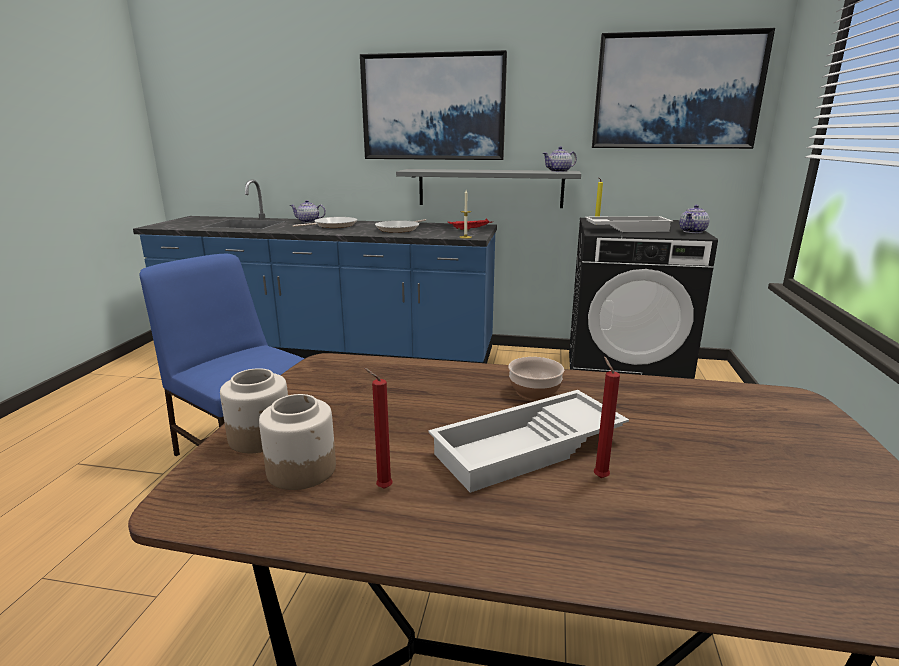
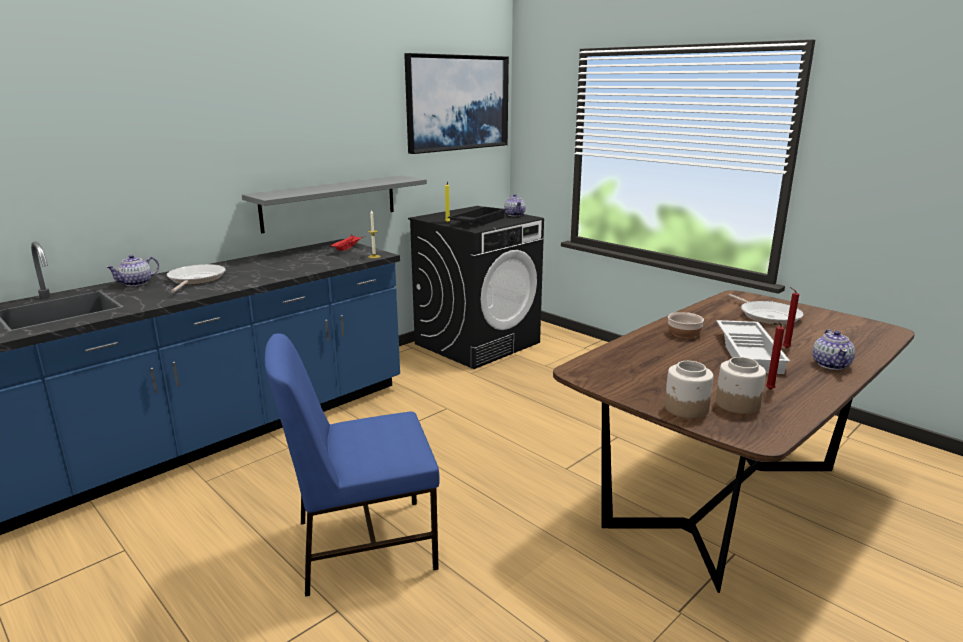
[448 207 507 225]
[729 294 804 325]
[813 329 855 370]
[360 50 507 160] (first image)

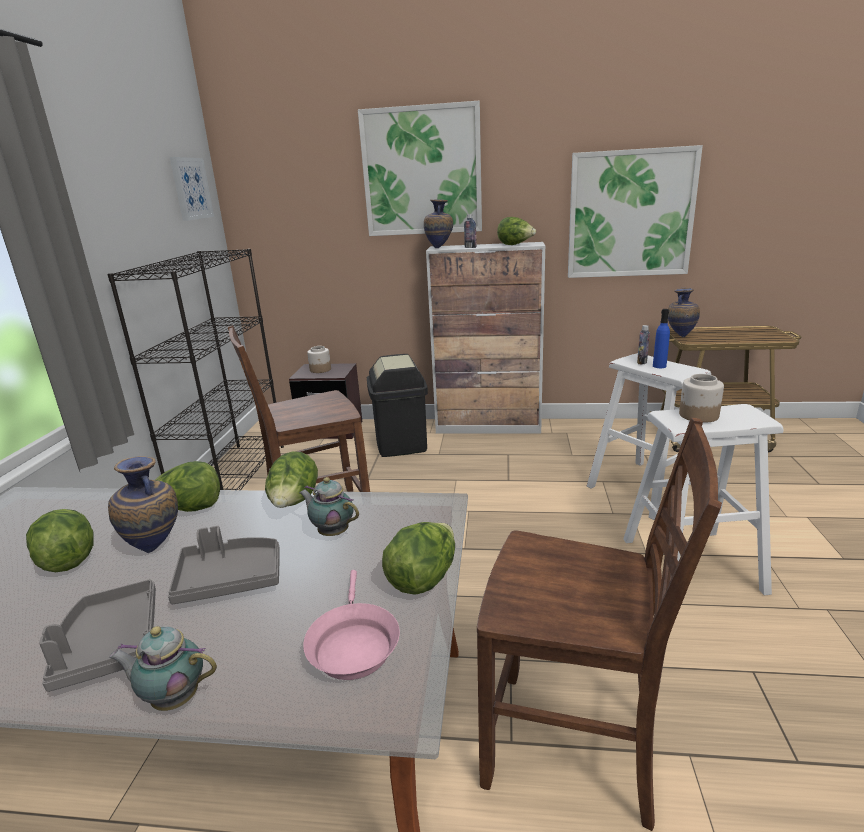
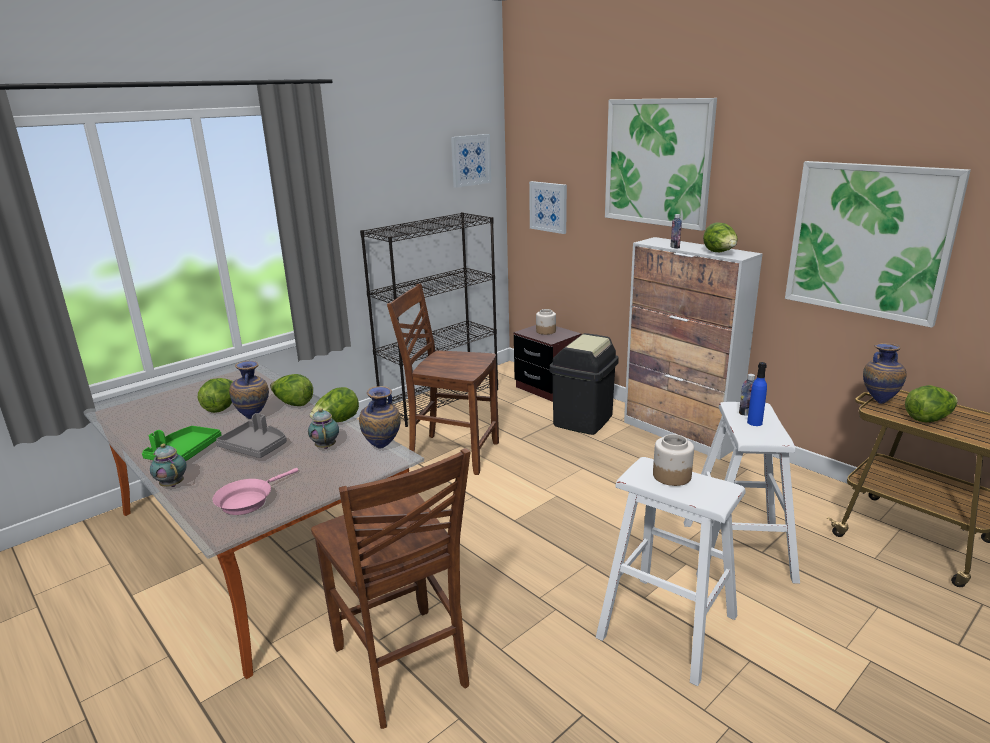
[142 426 222 461]
[359 386 401 449]
[529 181 567 234]
[905 385 958 423]

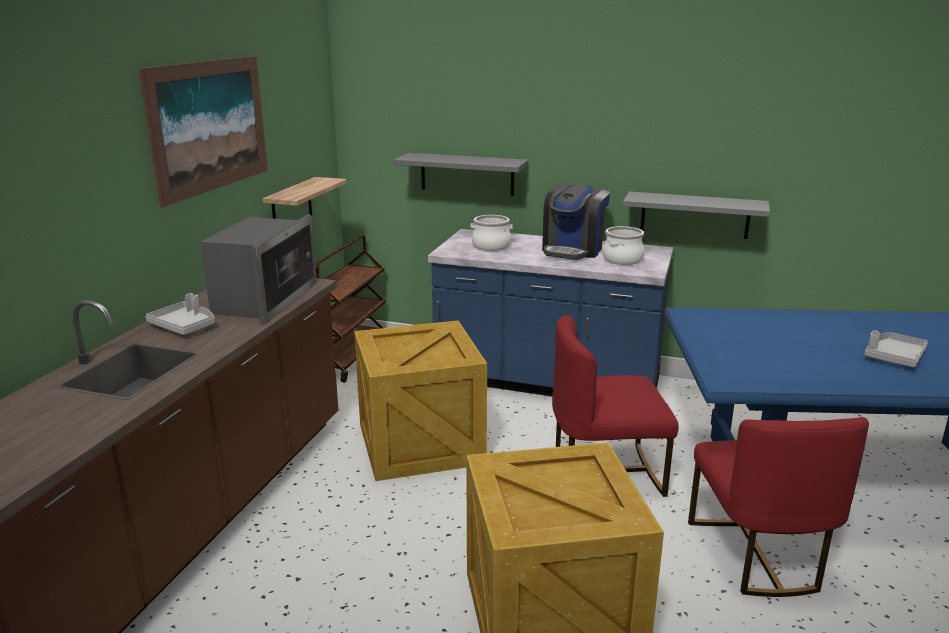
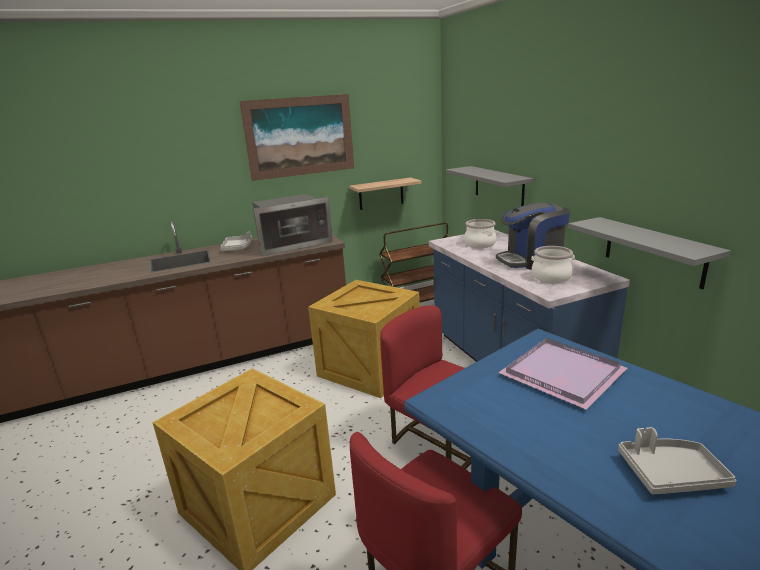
[498 338 627 410]

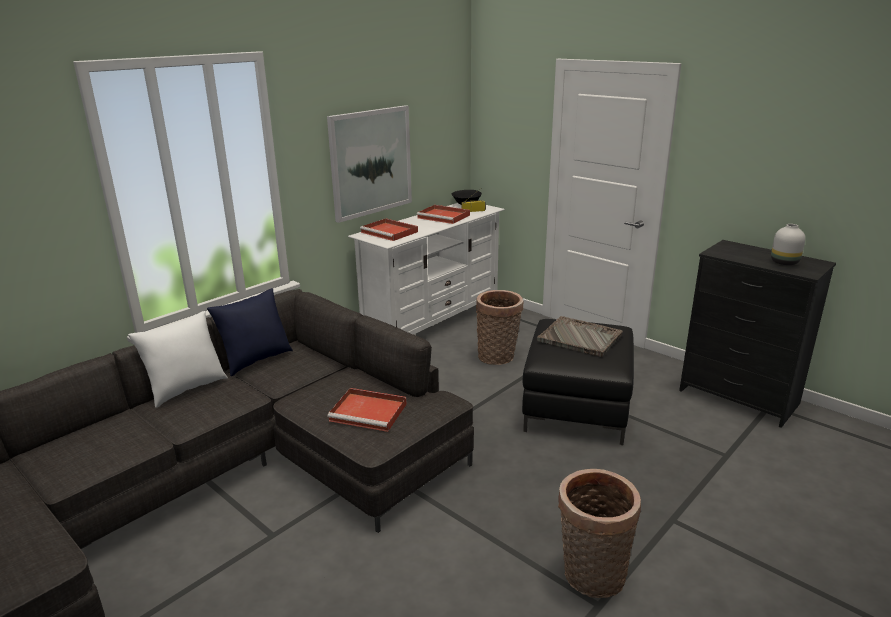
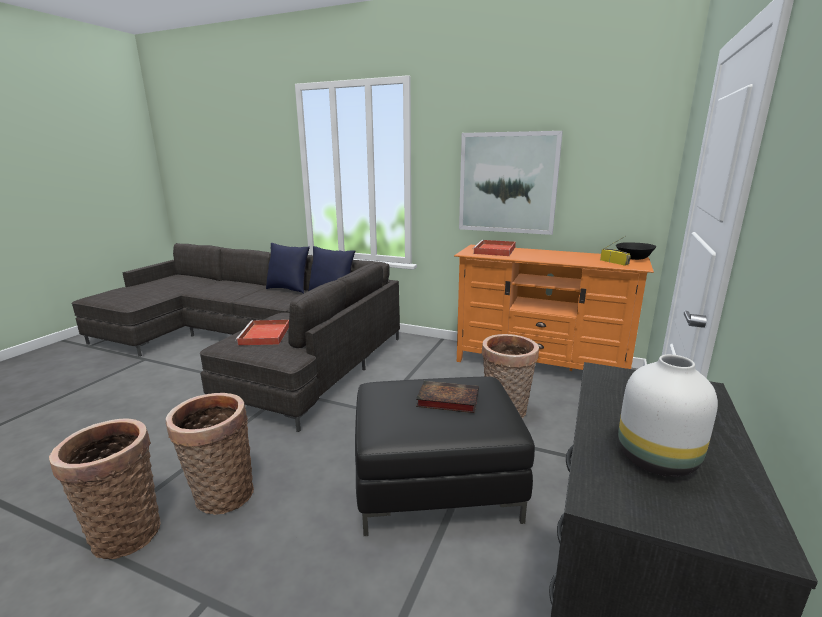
[166 393 254 515]
[266 243 310 294]
[416 381 479 413]
[454 245 654 371]
[417 205 470 224] (first image)

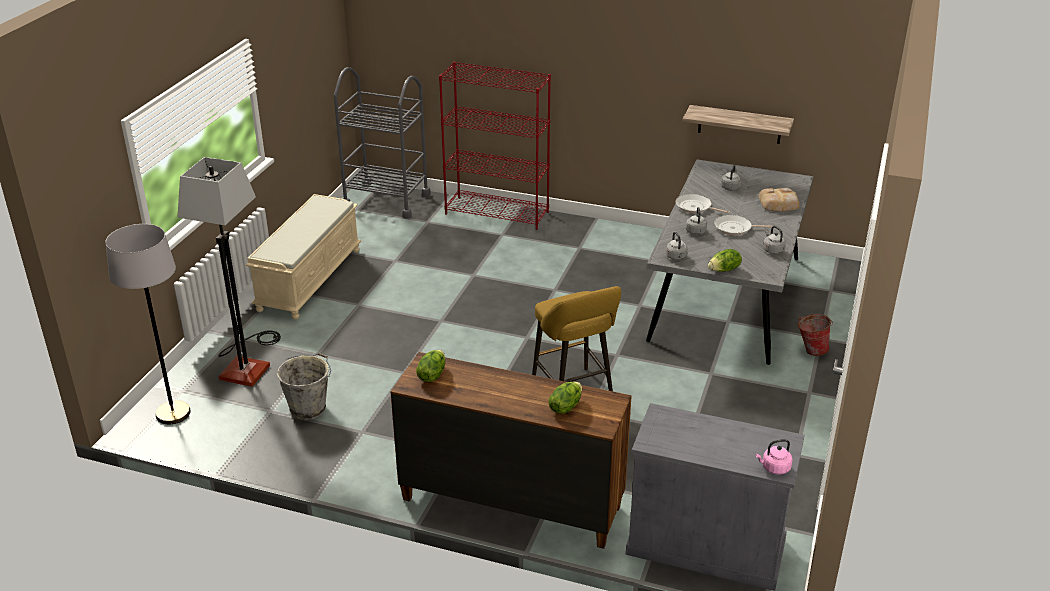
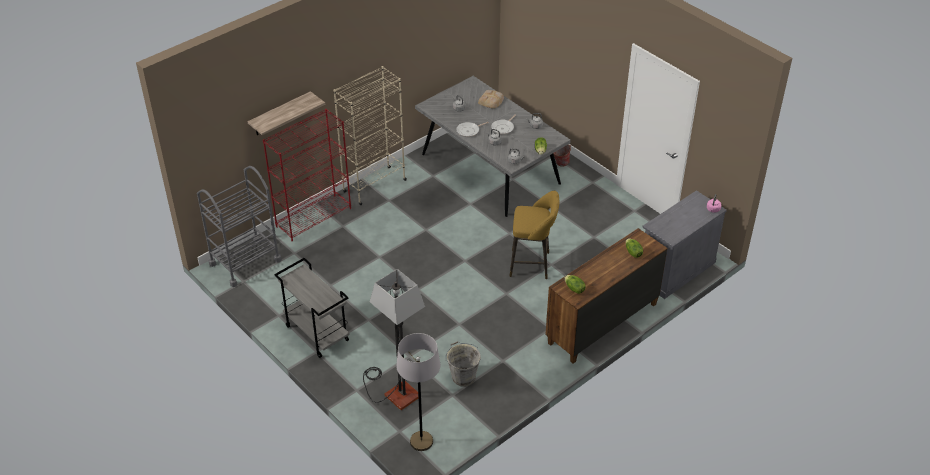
[248 91 325 135]
[274 258 350 358]
[334 66 407 205]

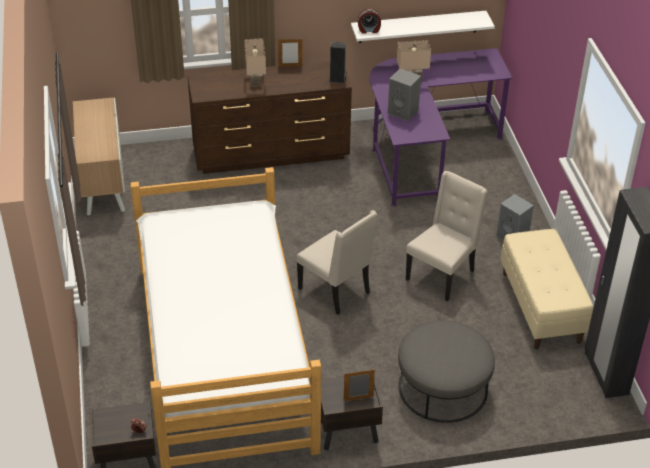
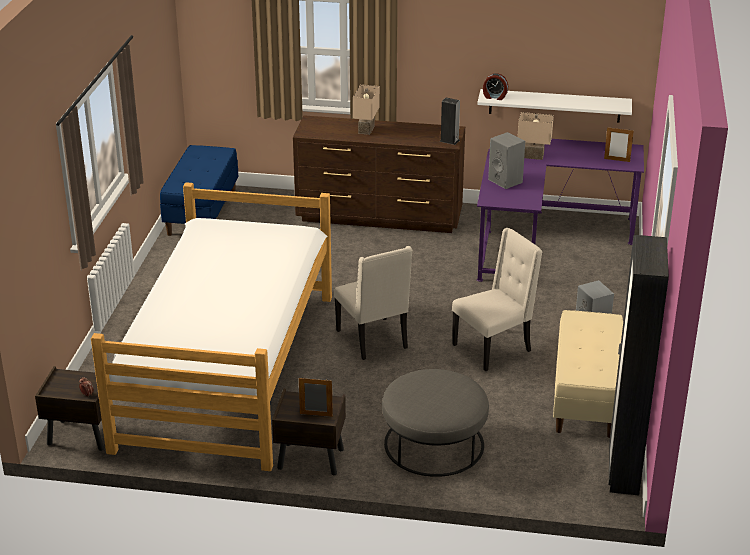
[160 145 238 236]
[604 127 633 162]

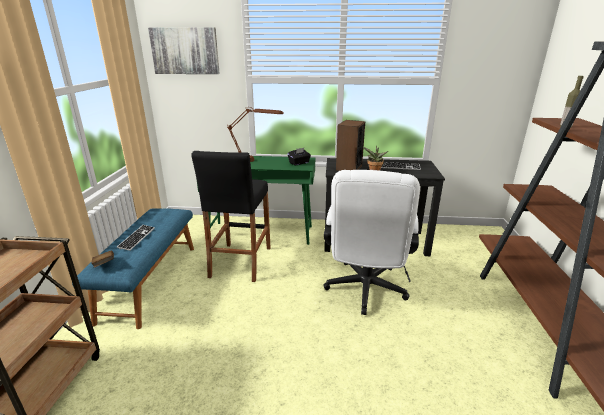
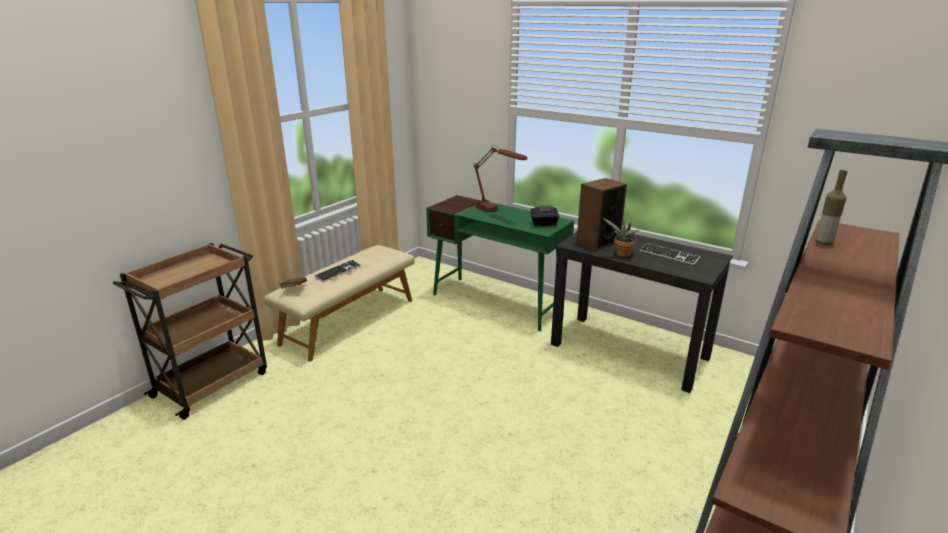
[264 245 415 361]
[148 27 220 74] (first image)
[191 151 271 282] (first image)
[324 170 420 315] (first image)

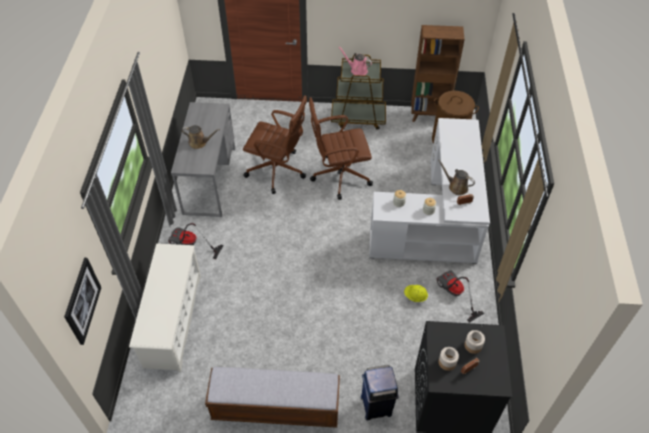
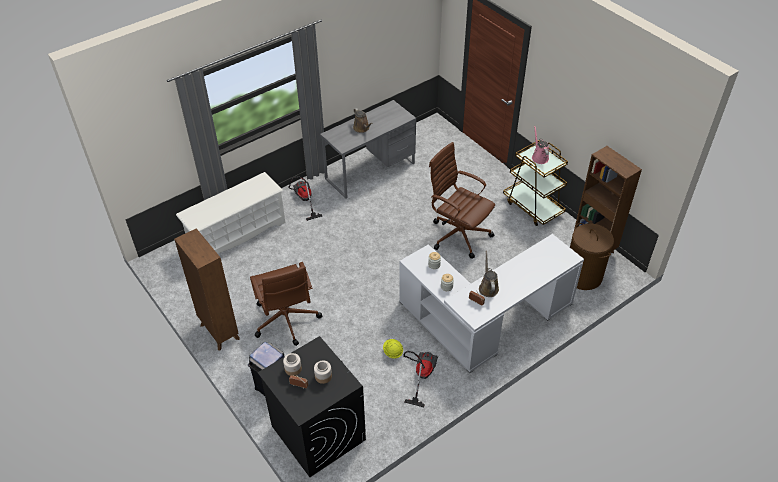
[174 228 240 350]
[250 262 323 346]
[64 258 102 345] (first image)

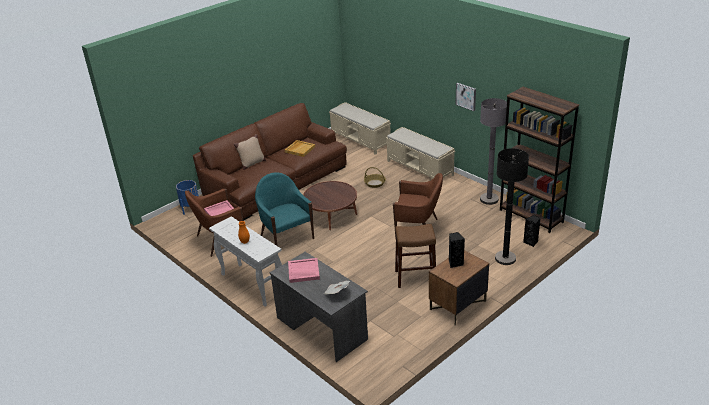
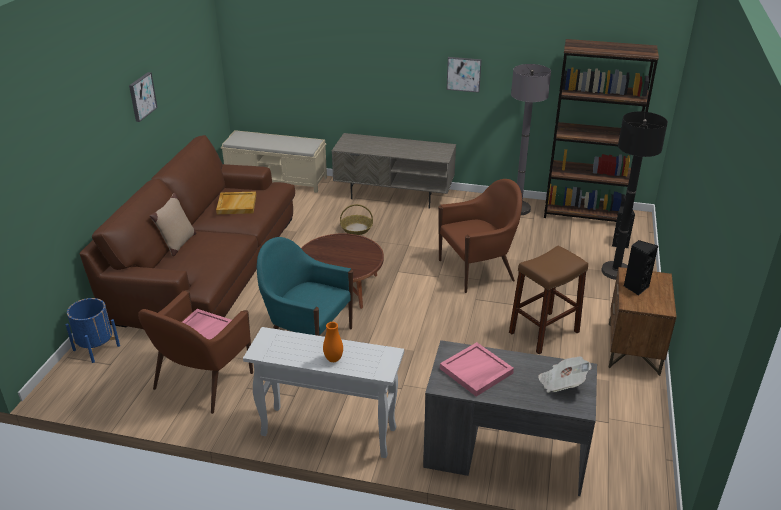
[129 72 158 122]
[332 133 456 208]

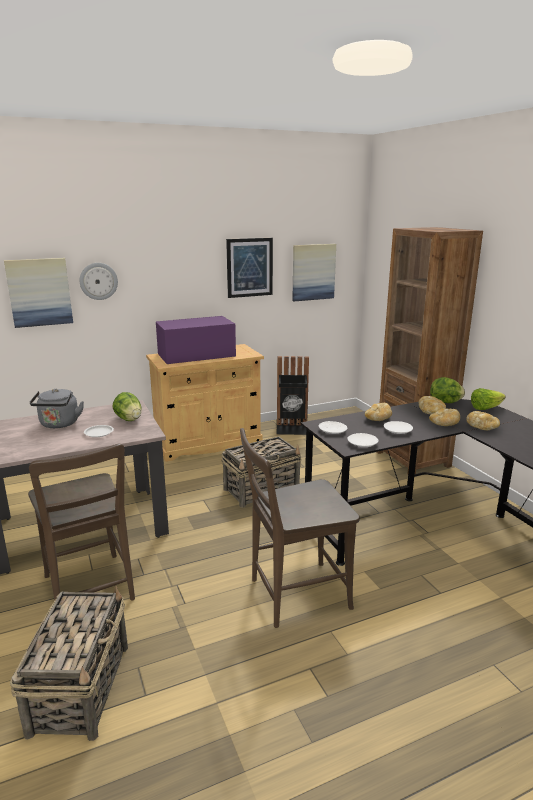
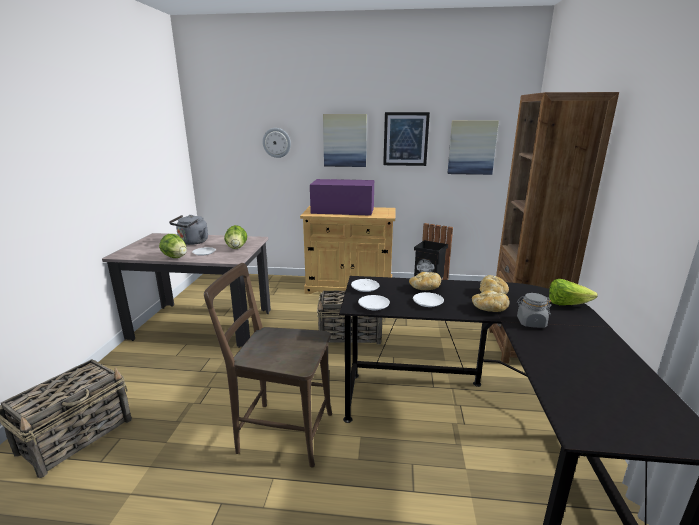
[159 234 187 258]
[323 114 367 167]
[517 293 552 328]
[28 444 135 601] (first image)

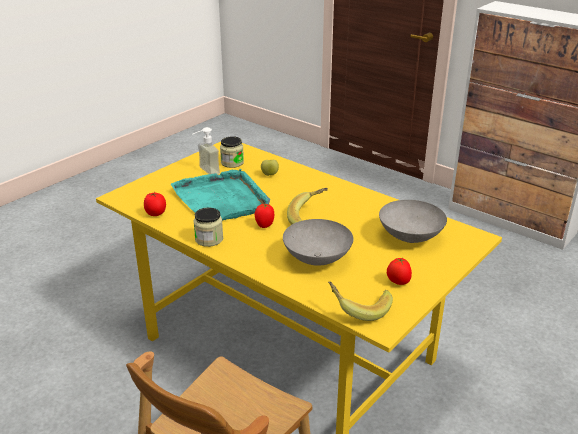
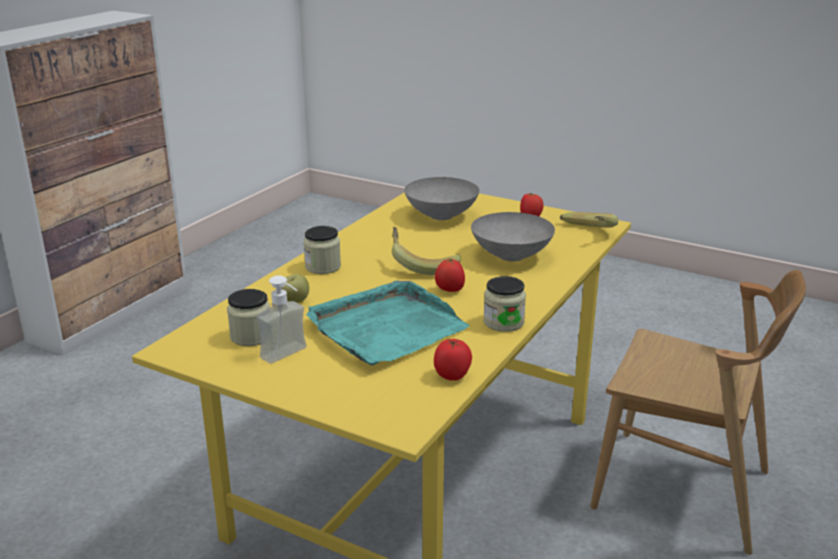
[304 226 341 274]

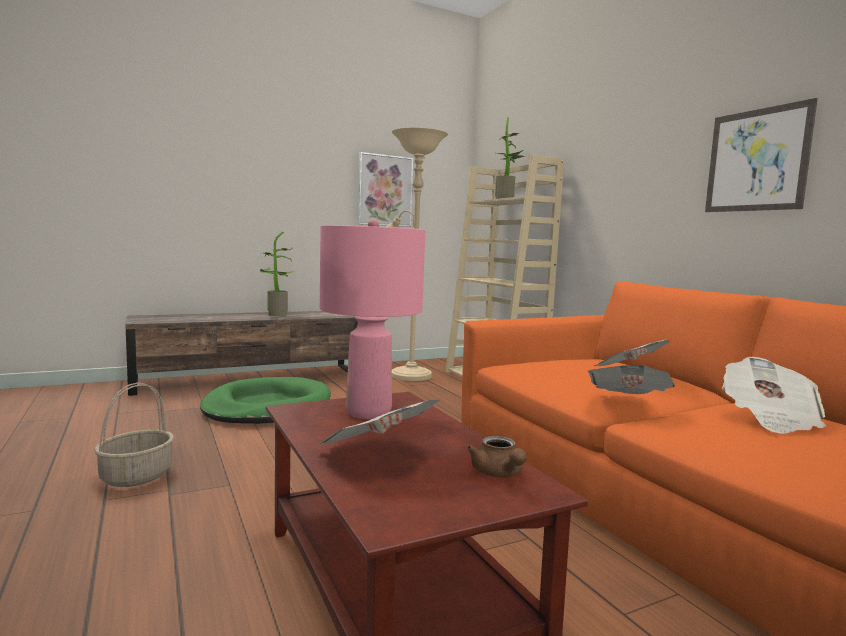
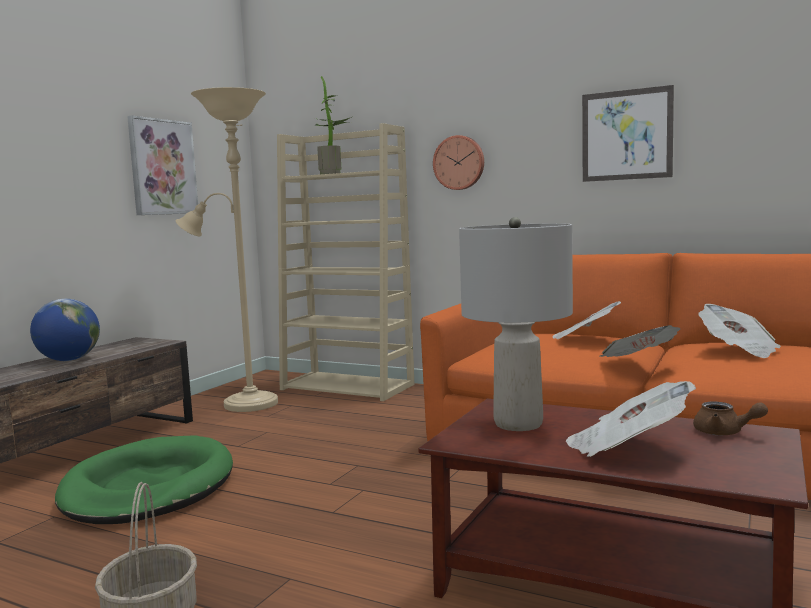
[30 299 100 361]
[433 135 484 190]
[459 217 573 431]

